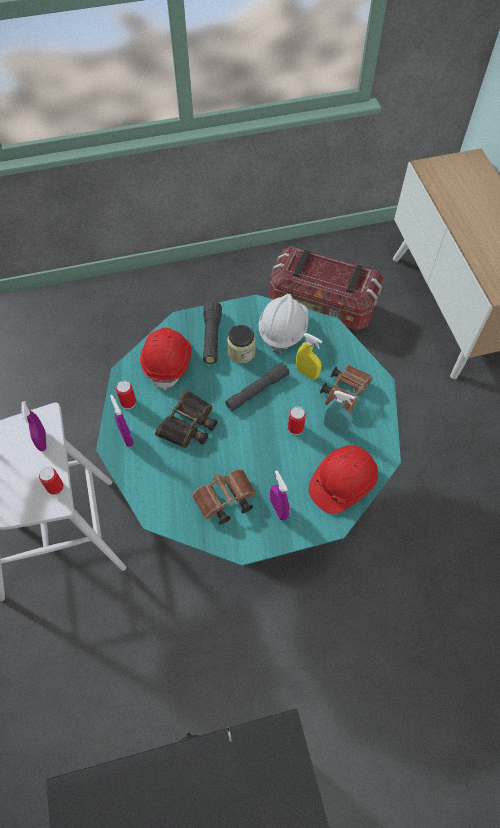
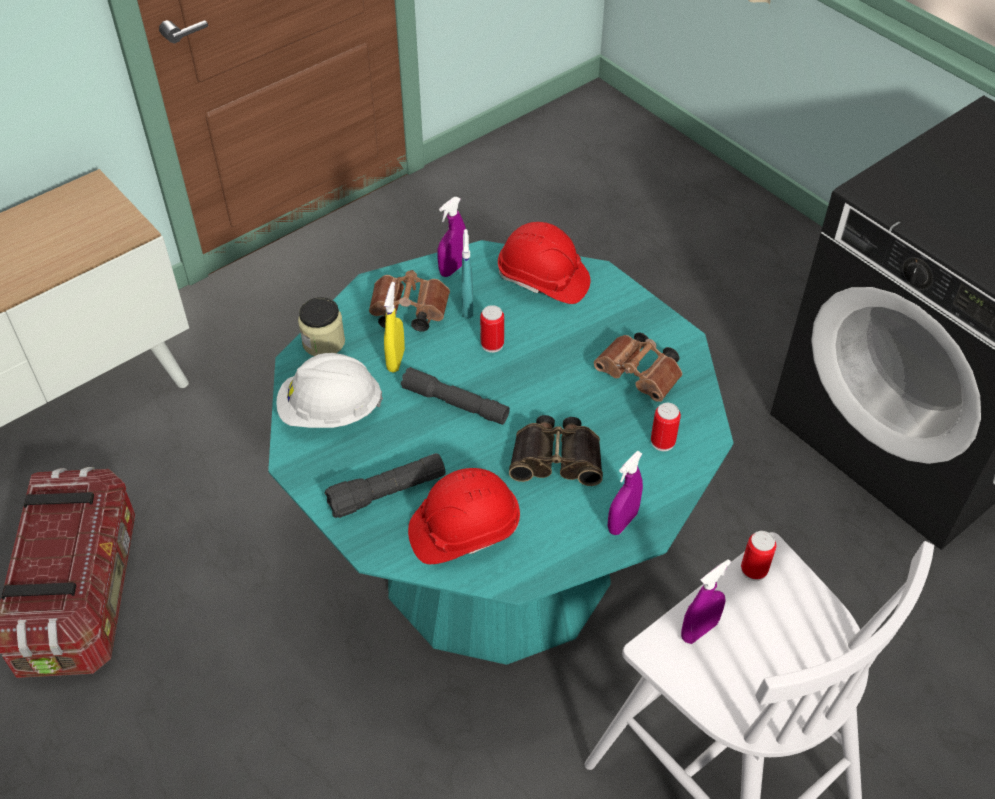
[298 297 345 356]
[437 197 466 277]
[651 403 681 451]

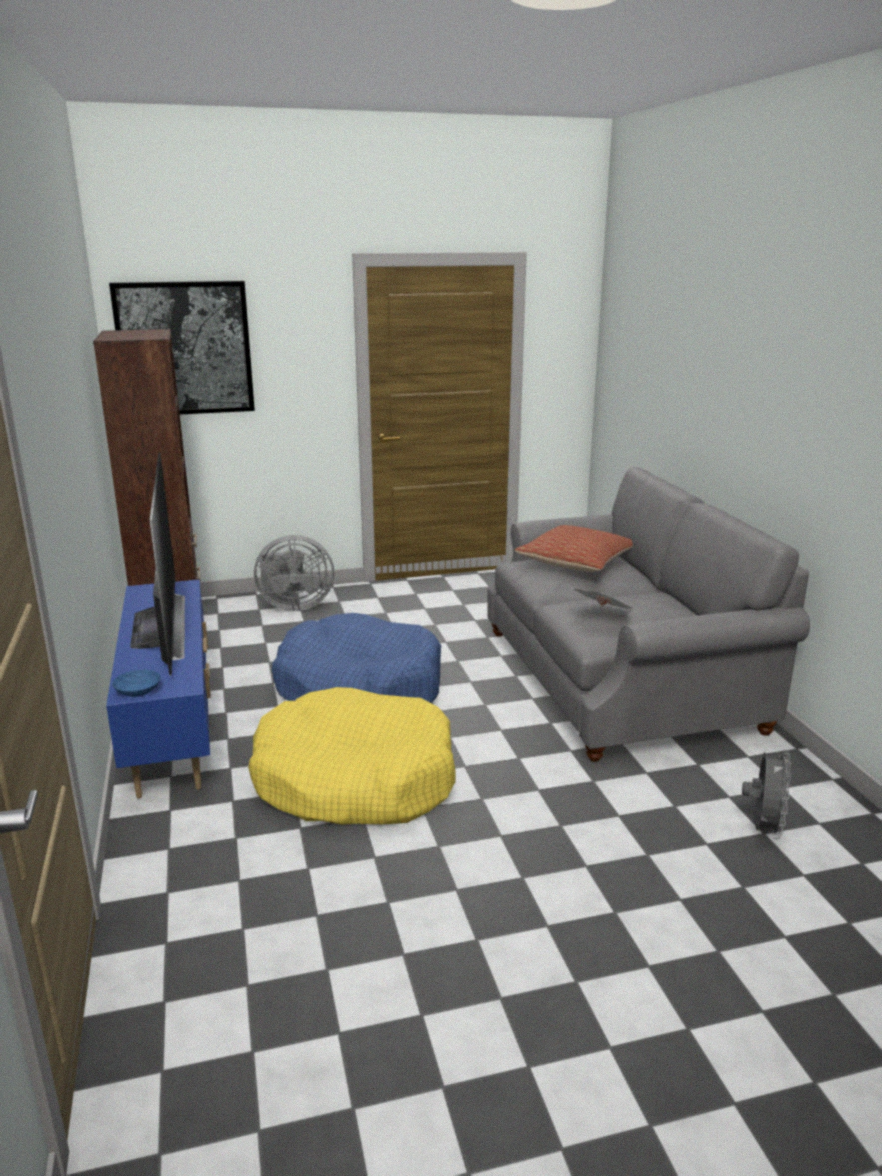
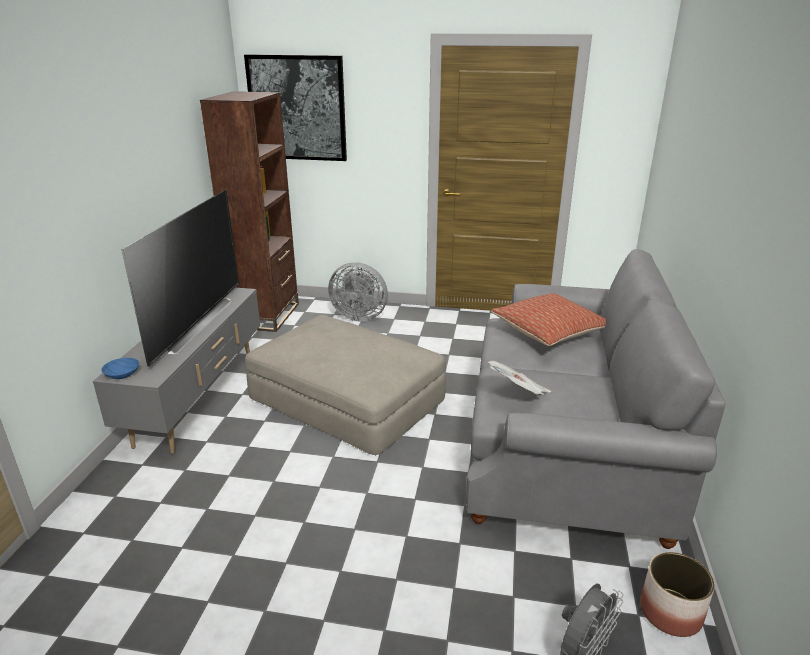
[93 288 260 454]
[245 315 446 455]
[640 552 715 637]
[248 687 456 825] (first image)

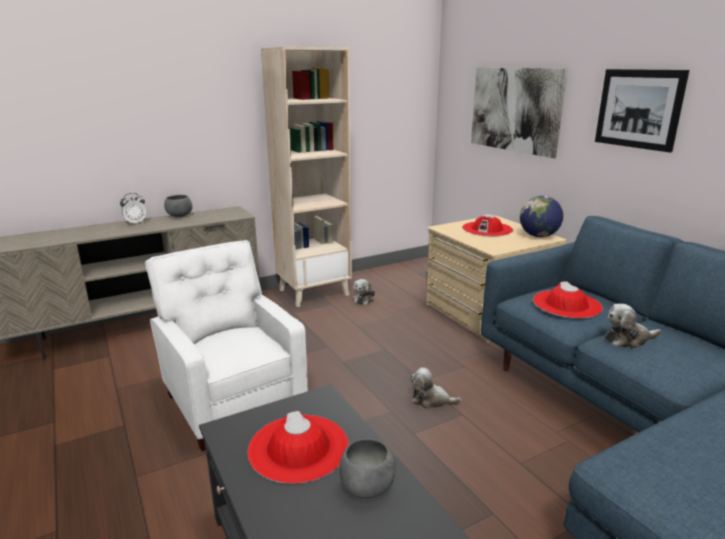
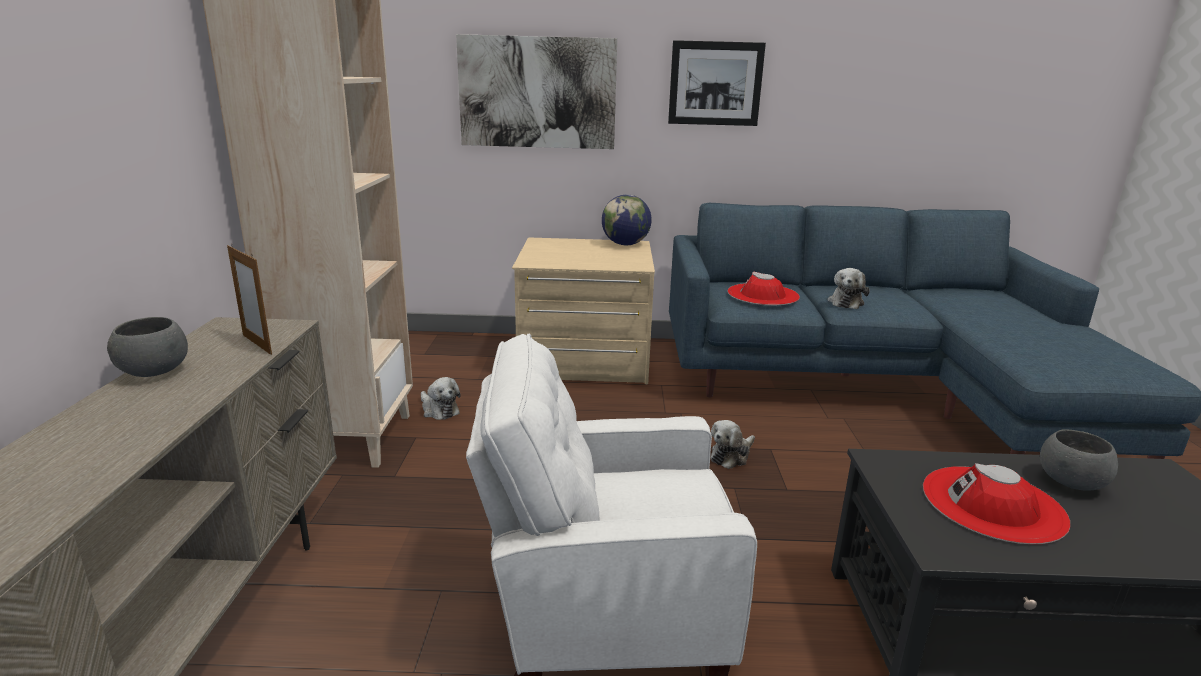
[227 244 272 355]
[120 193 146 225] (first image)
[462 214 513 236] (first image)

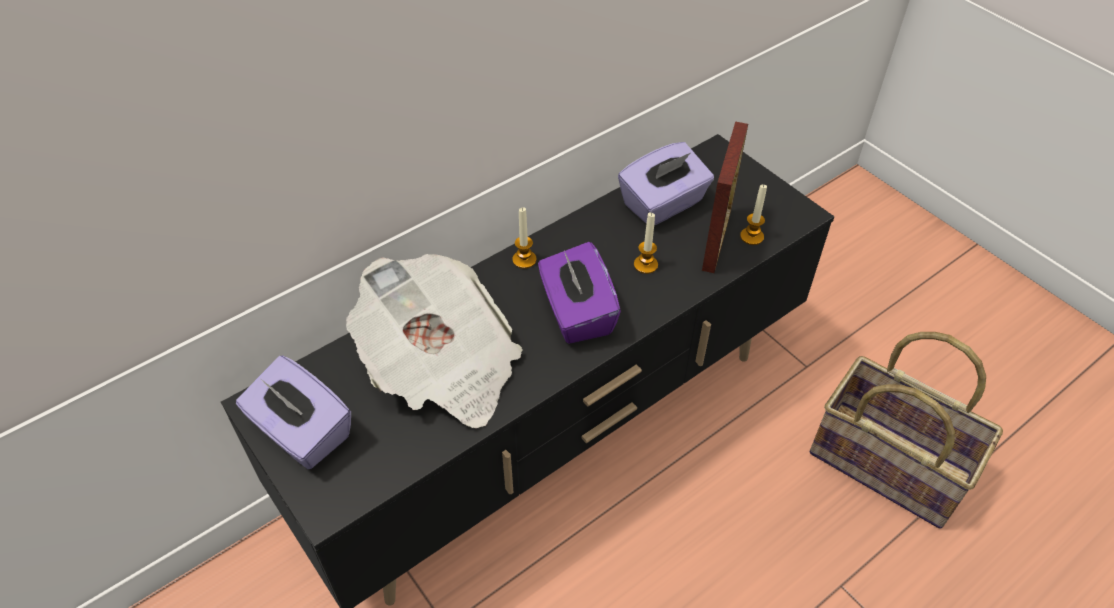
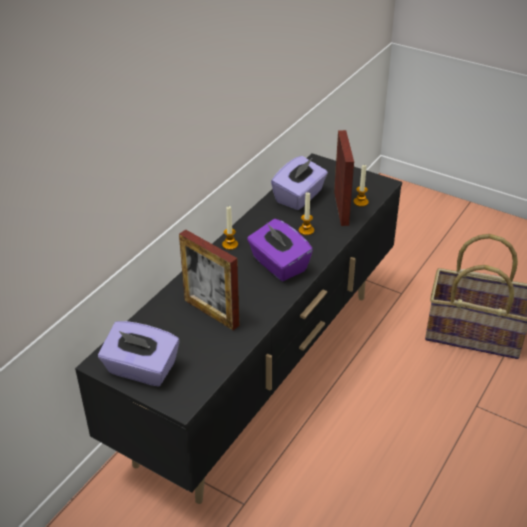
[179 230 239 330]

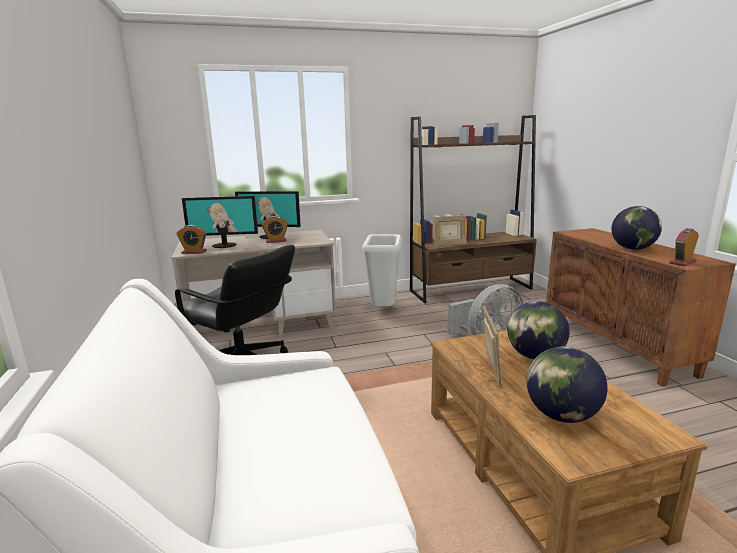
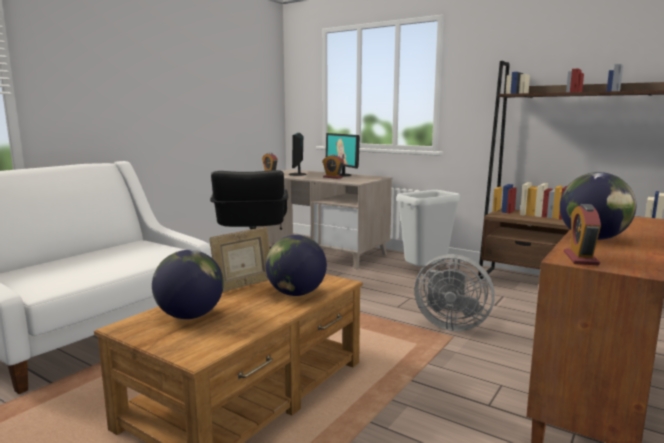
[289 133 307 176]
[564 204 601 266]
[433 215 467 246] (first image)

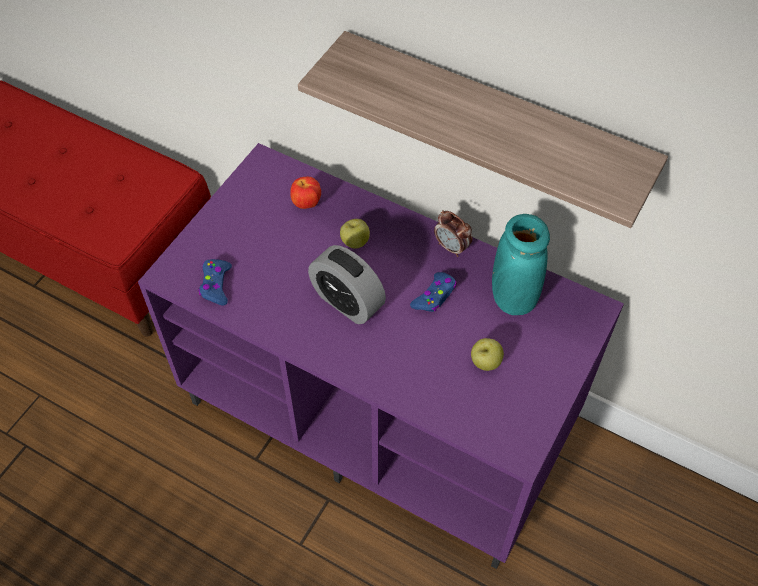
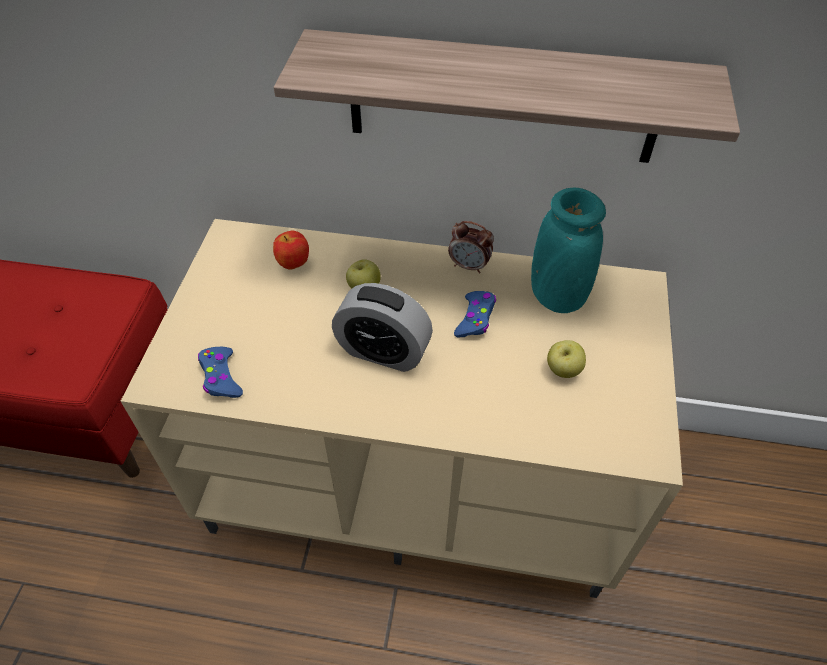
[121 219 683 598]

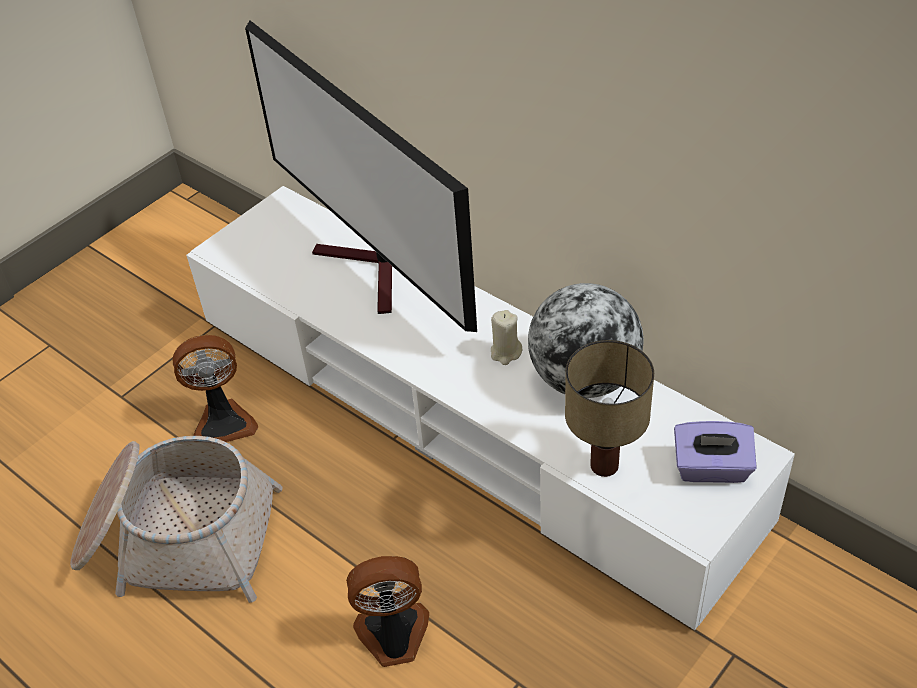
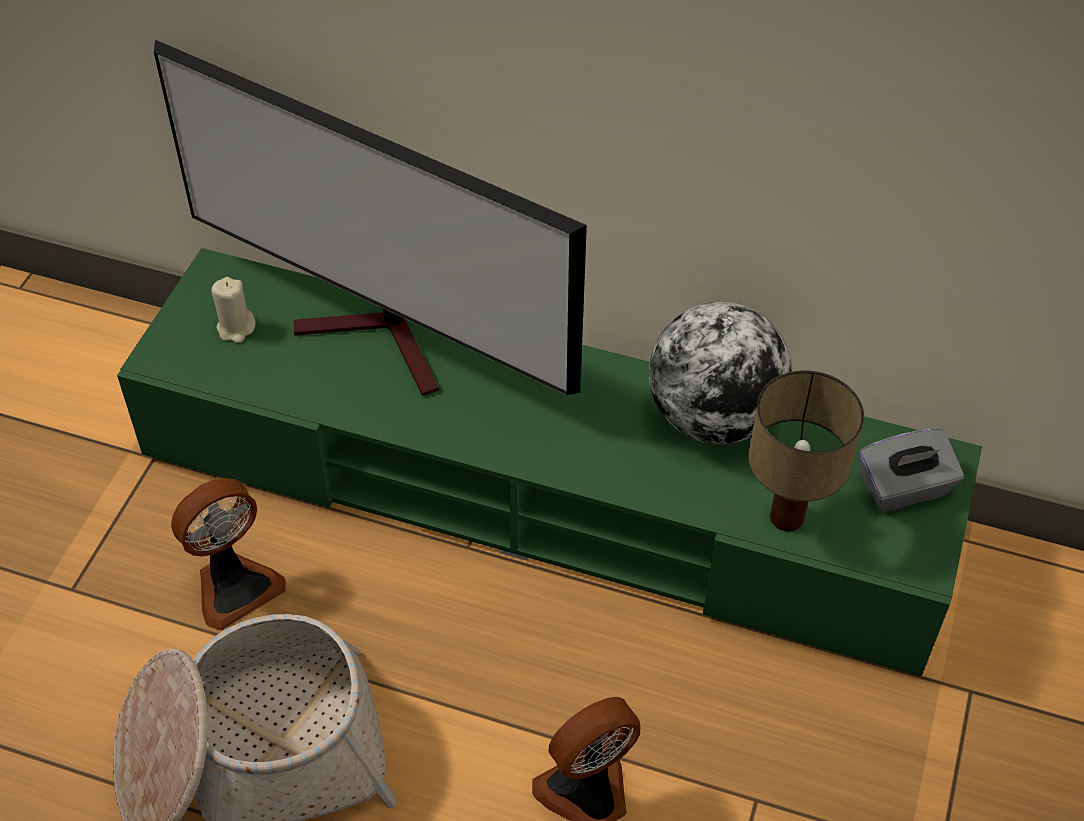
[117 248 982 677]
[212 277 255 343]
[859 428 964 512]

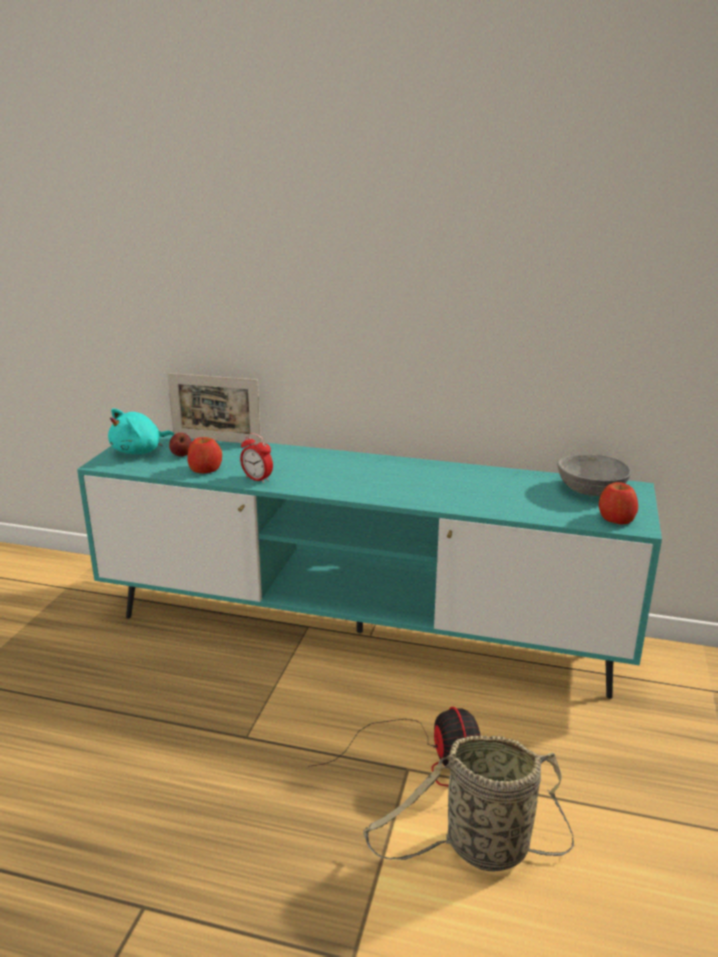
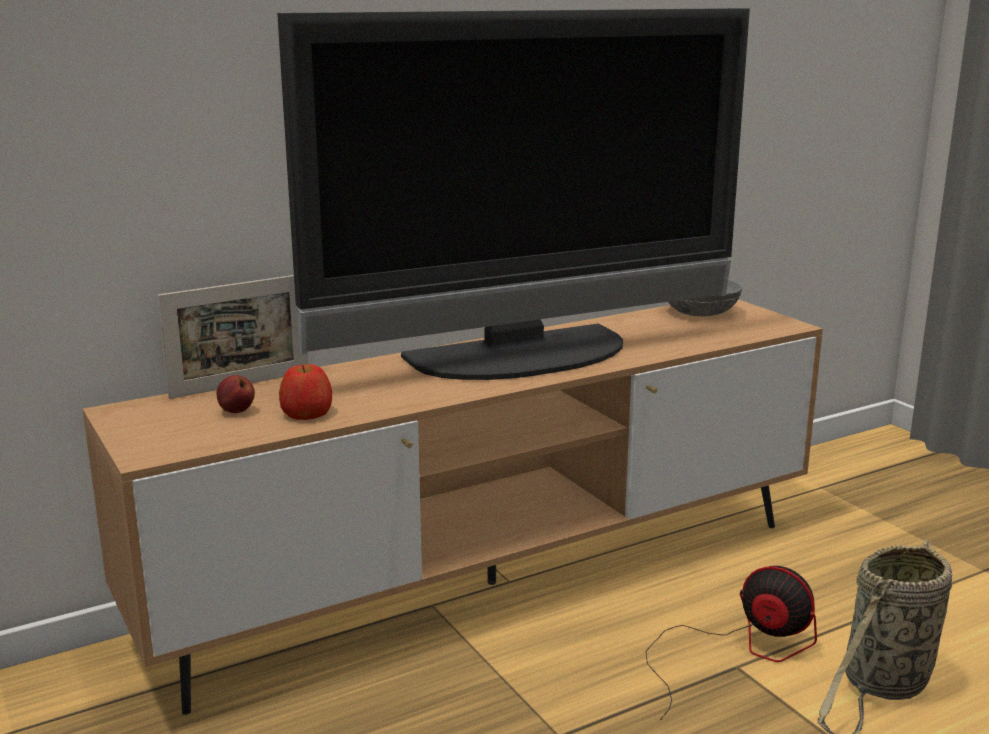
[82 299 823 715]
[277 8 750 380]
[108 408 174 454] (first image)
[240 433 273 483] (first image)
[599 482 638 525] (first image)

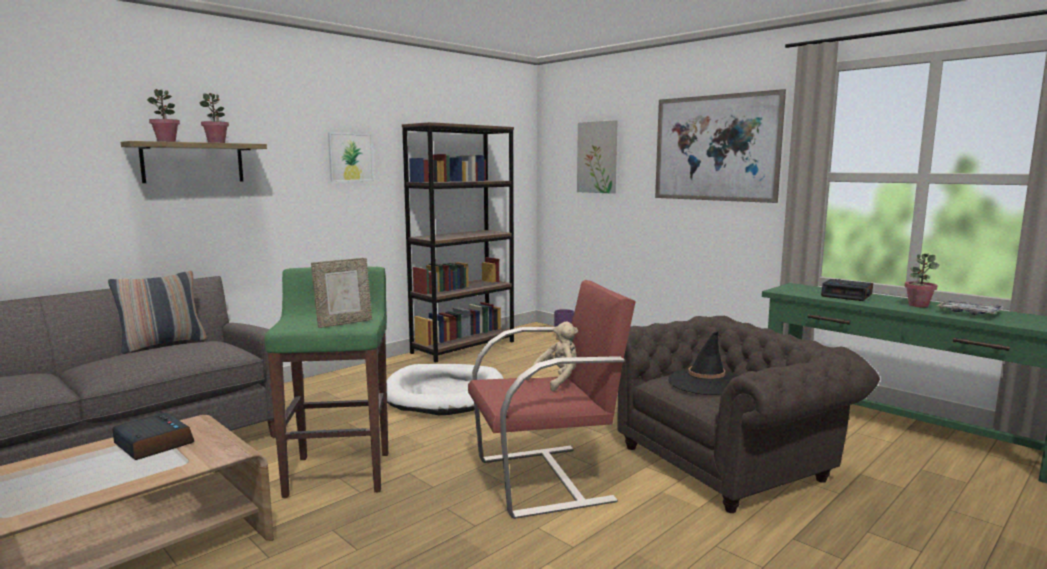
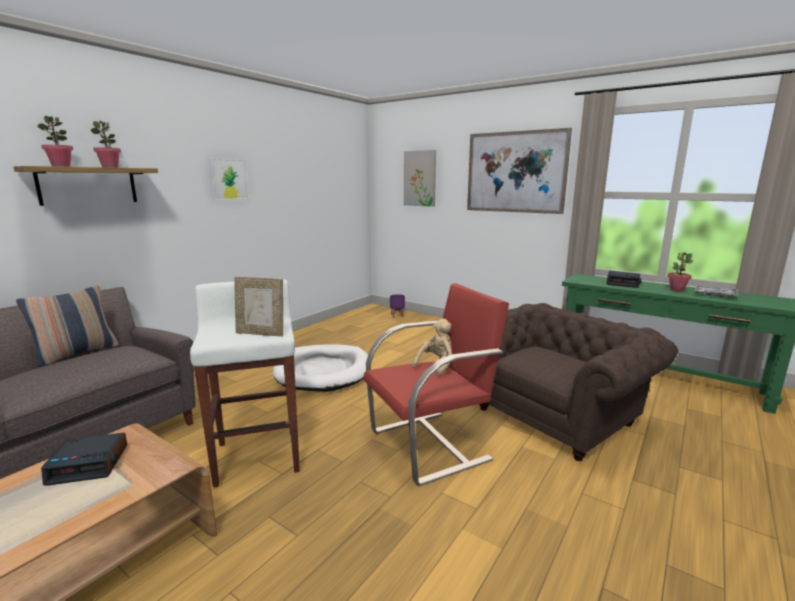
[41 433 127 486]
[190 279 300 488]
[234 277 283 337]
[402 122 514 363] (first image)
[668 332 738 395] (first image)

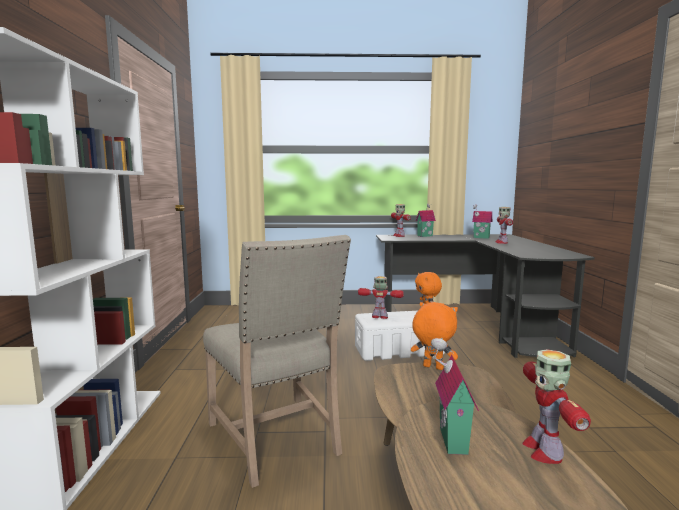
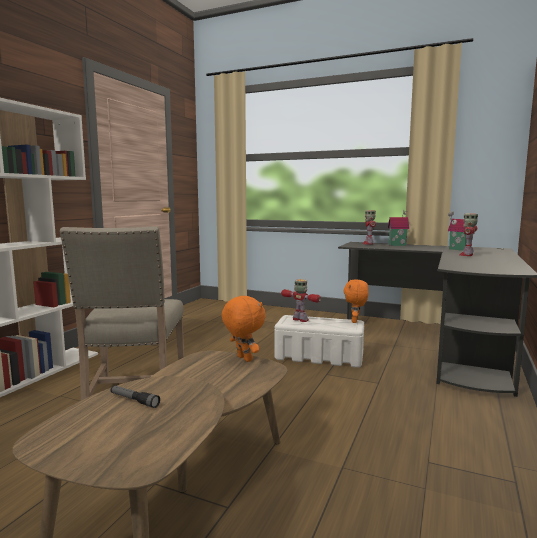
[110 385 160 408]
[522 349 591 464] (first image)

